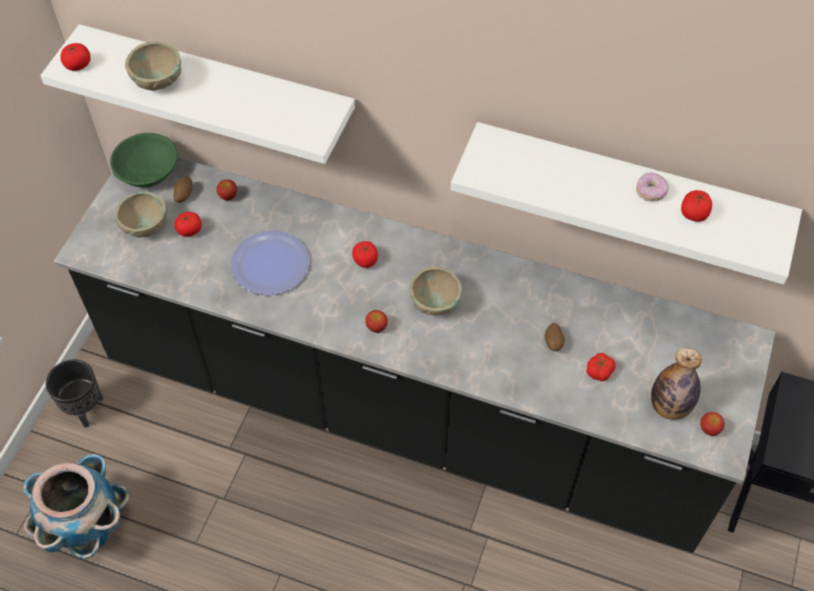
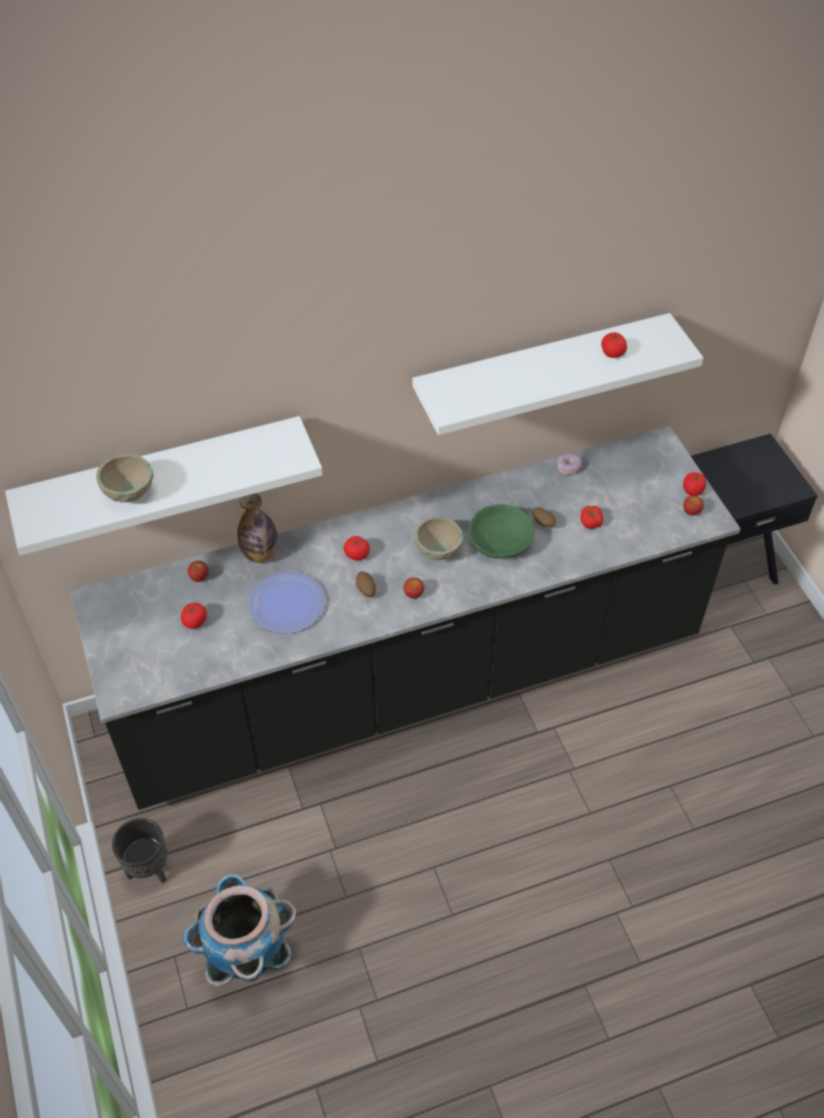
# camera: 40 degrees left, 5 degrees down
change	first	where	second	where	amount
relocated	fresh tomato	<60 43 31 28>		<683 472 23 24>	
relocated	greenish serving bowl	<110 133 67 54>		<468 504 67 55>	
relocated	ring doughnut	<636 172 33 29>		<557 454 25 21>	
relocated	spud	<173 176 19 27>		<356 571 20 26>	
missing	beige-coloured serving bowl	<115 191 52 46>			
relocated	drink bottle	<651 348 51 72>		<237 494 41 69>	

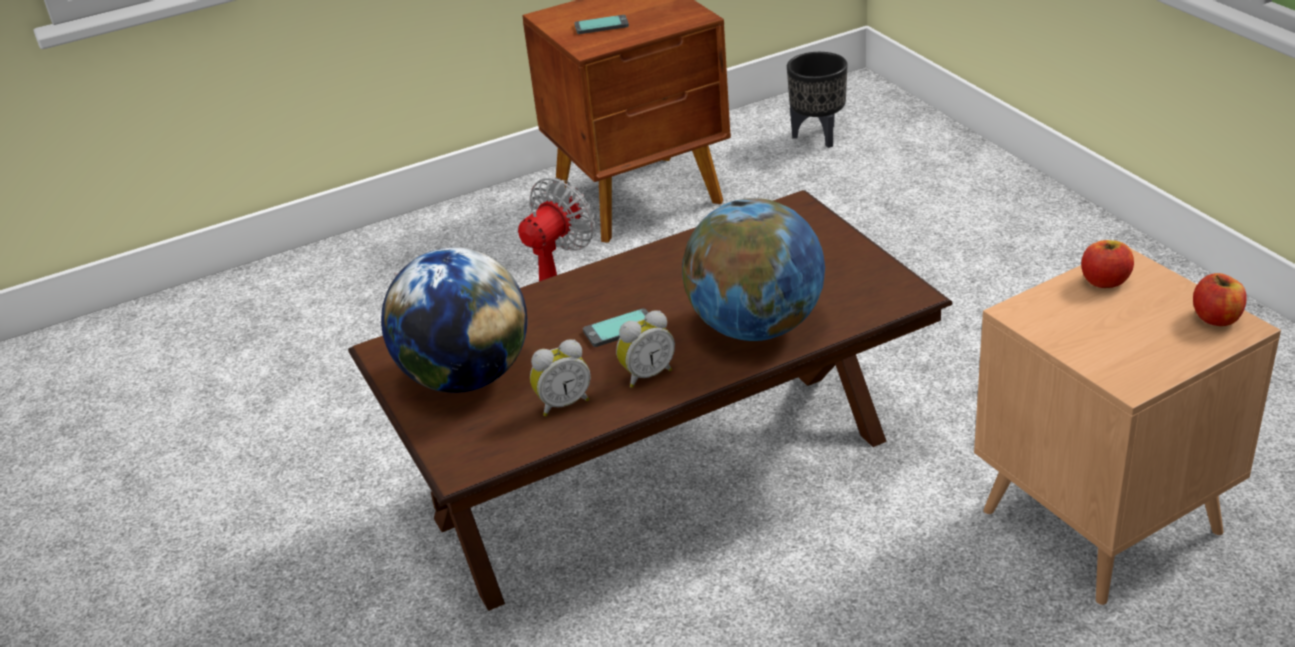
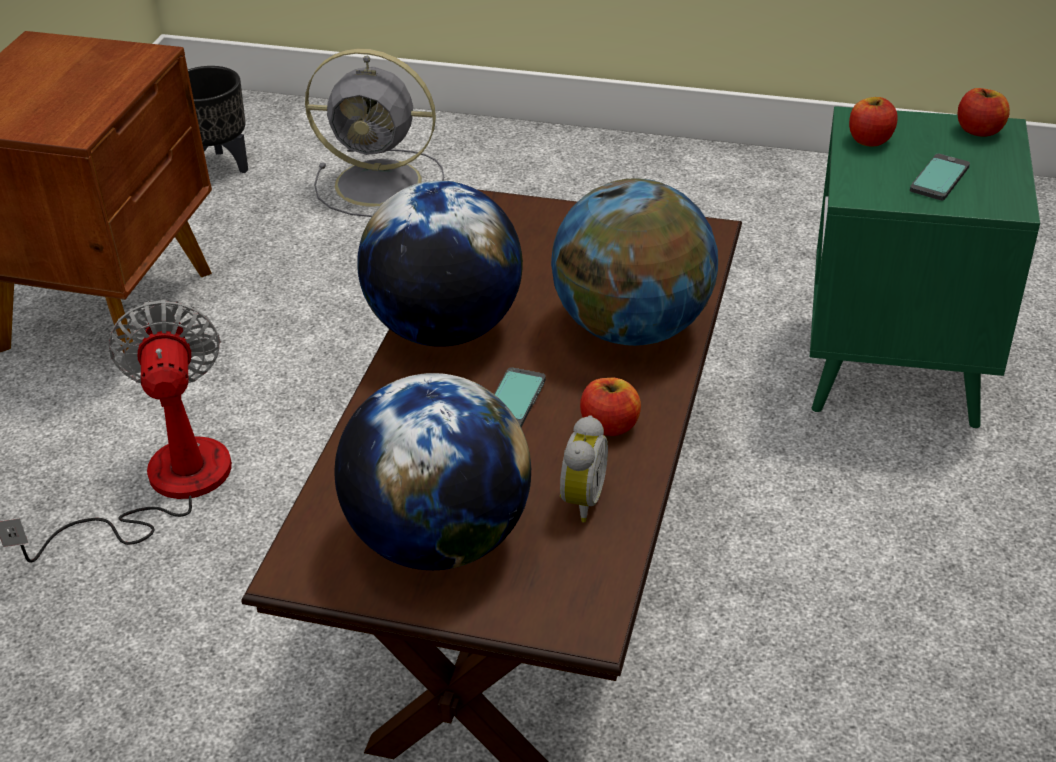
# camera: 50 degrees left, 5 degrees up
change	first	where	second	where	amount
relocated	telephone	<574 15 55 19>		<910 154 60 46>	
colour	brown-coloured end table	<974 248 307 358>	greenish end table	<810 106 230 323>	
exchanged	bedside clock	<616 310 59 78>	apple	<580 378 61 58>	
appeared			greyish cooling fan	<305 49 139 168>	
appeared			world globe	<357 181 166 166>	

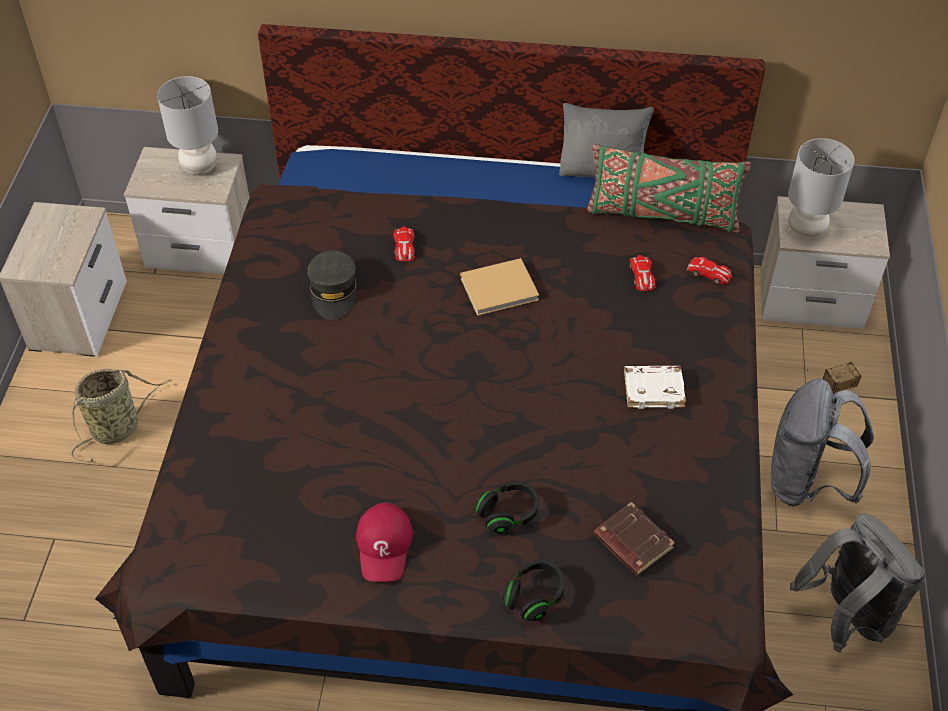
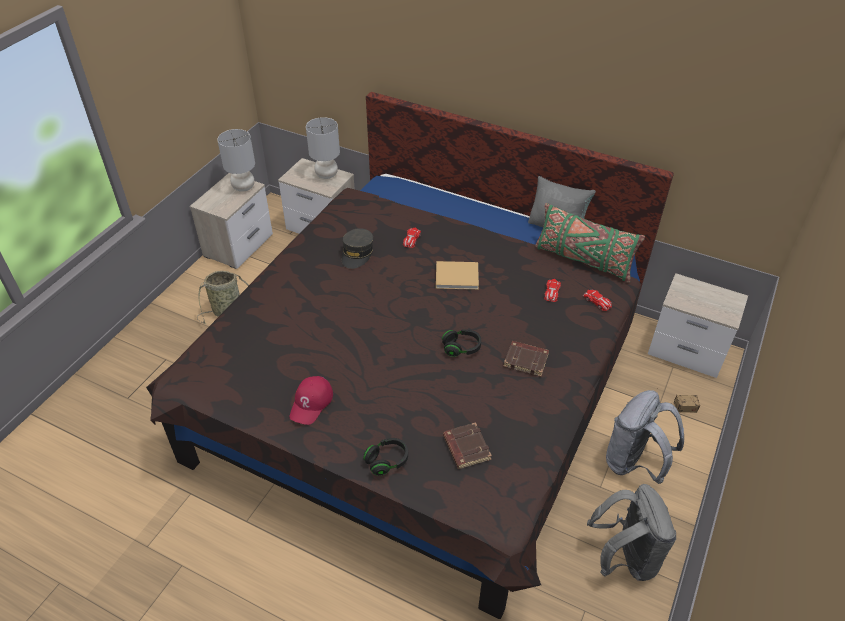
# camera: 20 degrees right, 5 degrees down
change	first	where	second	where	amount
relocated	greyish lamp for a table	<788 138 67 101>		<217 129 38 63>	
colour	white volume	<624 366 62 43>	brown-coloured volume	<503 341 46 36>	
relocated	blackish headset	<476 481 63 53>		<442 329 39 28>	

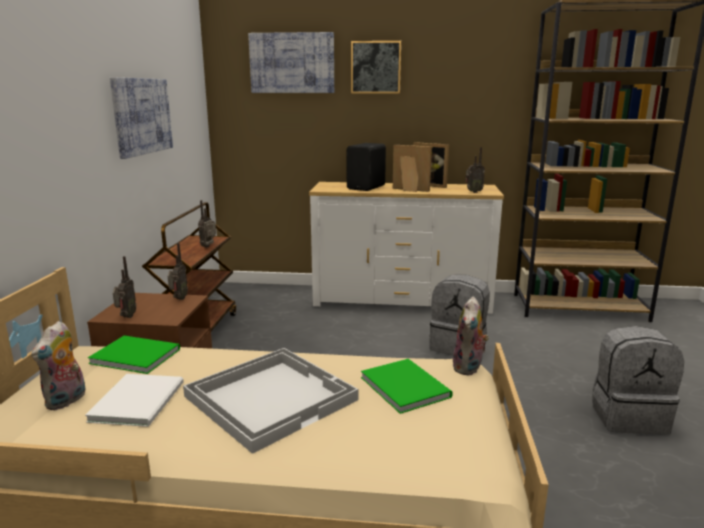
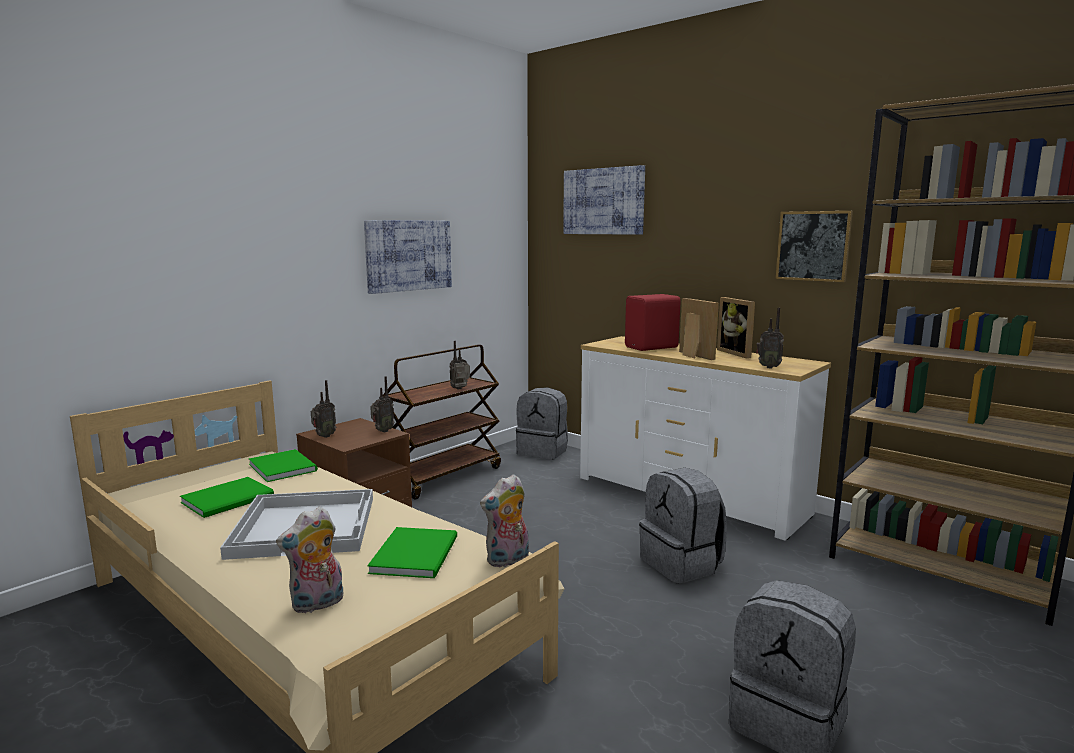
# camera: 35 degrees right, 5 degrees down
change	first	where	second	where	amount
relocated	picture	<351 41 50 53>		<775 211 78 71>	
colour	blackish audio speaker	<347 143 39 48>	red audio speaker	<625 294 56 57>	
relocated	plush toy	<31 321 55 89>		<276 506 67 107>	
colour	white volume	<85 374 99 53>	greenish volume	<180 477 94 41>	
appeared			greyish knapsack	<516 387 52 73>	

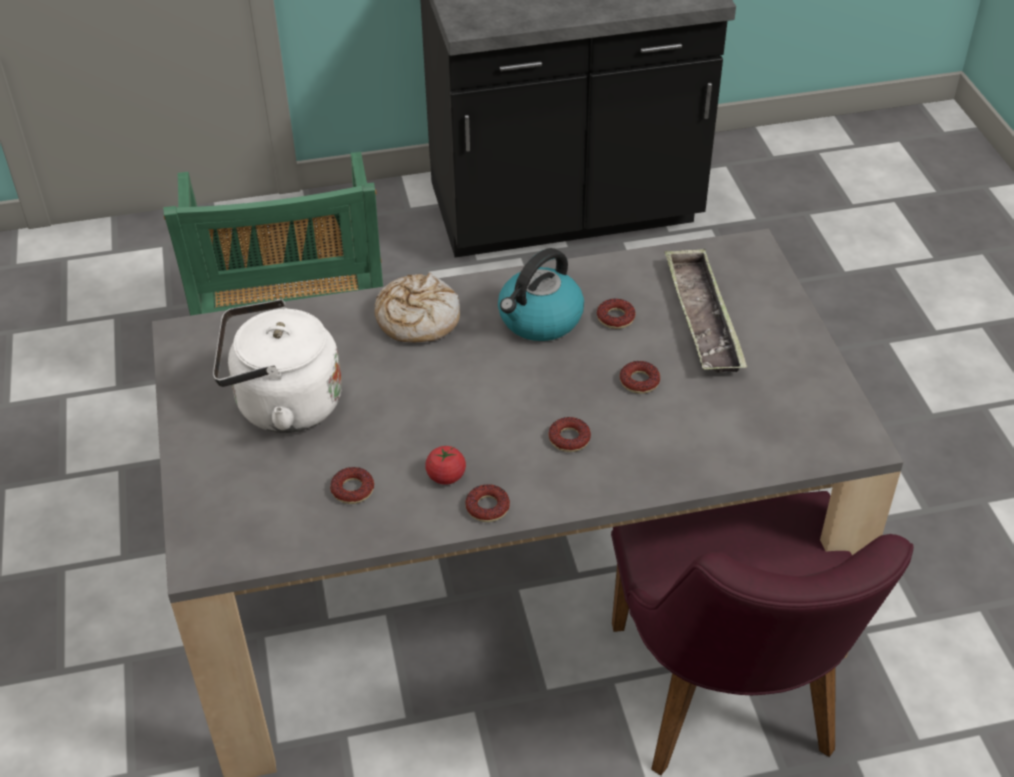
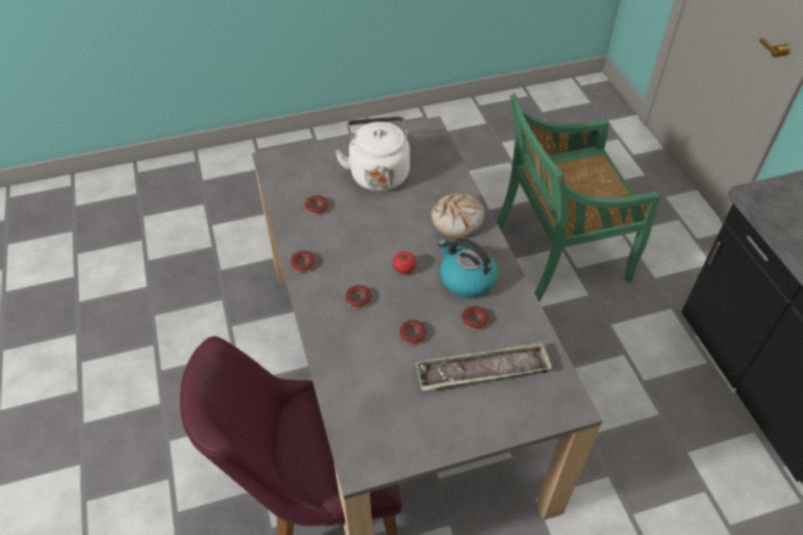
# camera: 85 degrees right, 5 degrees up
change	first	where	second	where	amount
relocated	fresh tomato	<425 446 41 39>		<393 251 23 23>	

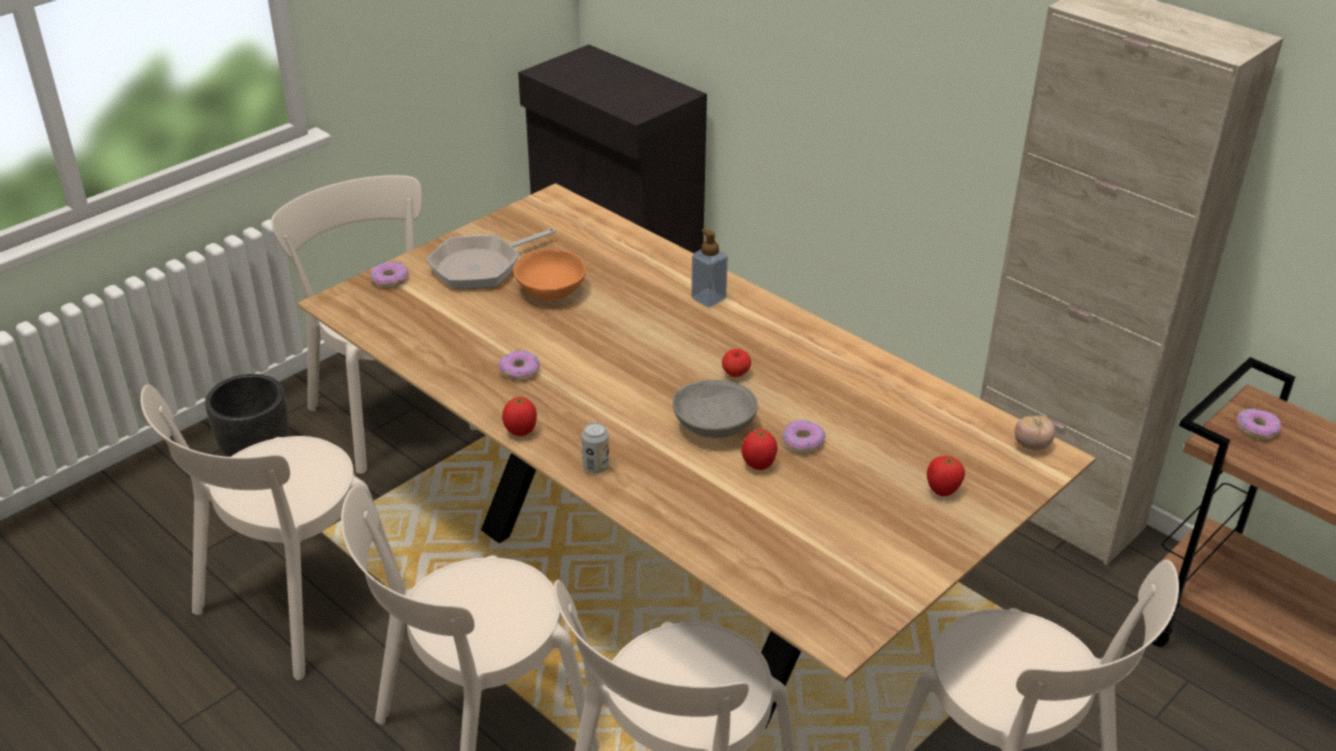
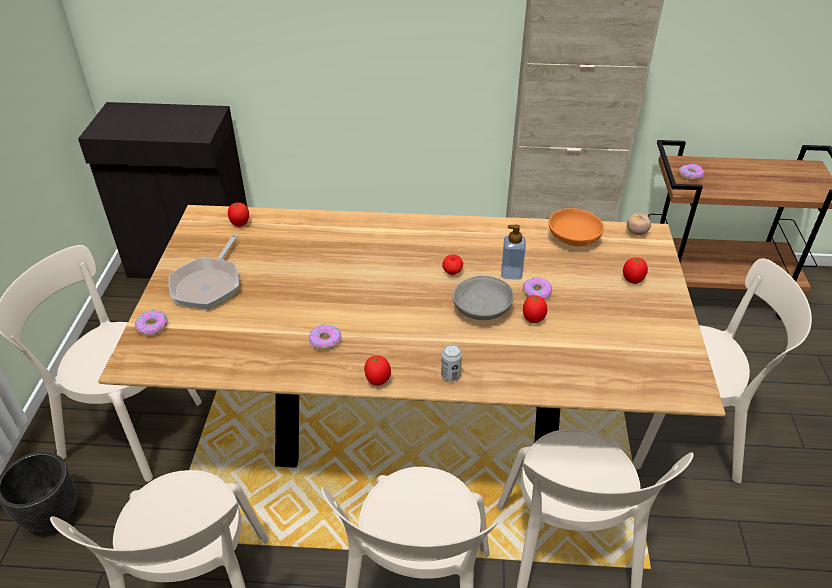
# camera: 40 degrees left, 5 degrees up
change	first	where	second	where	amount
relocated	soap bottle	<691 229 37 79>		<501 224 25 56>	
relocated	orange-coloured serving bowl	<513 249 73 51>		<549 208 55 38>	
appeared			fresh tomato	<228 202 21 25>	

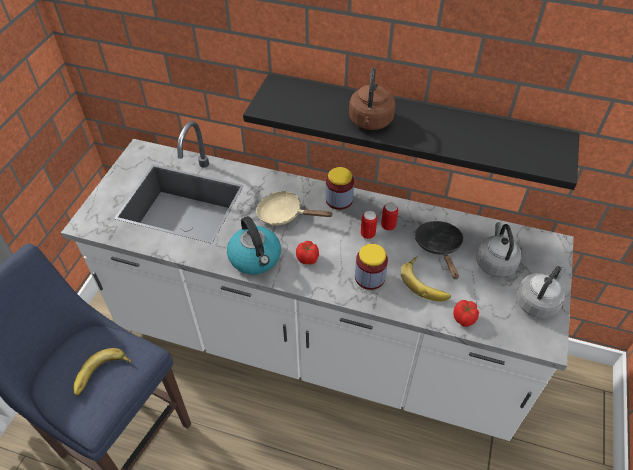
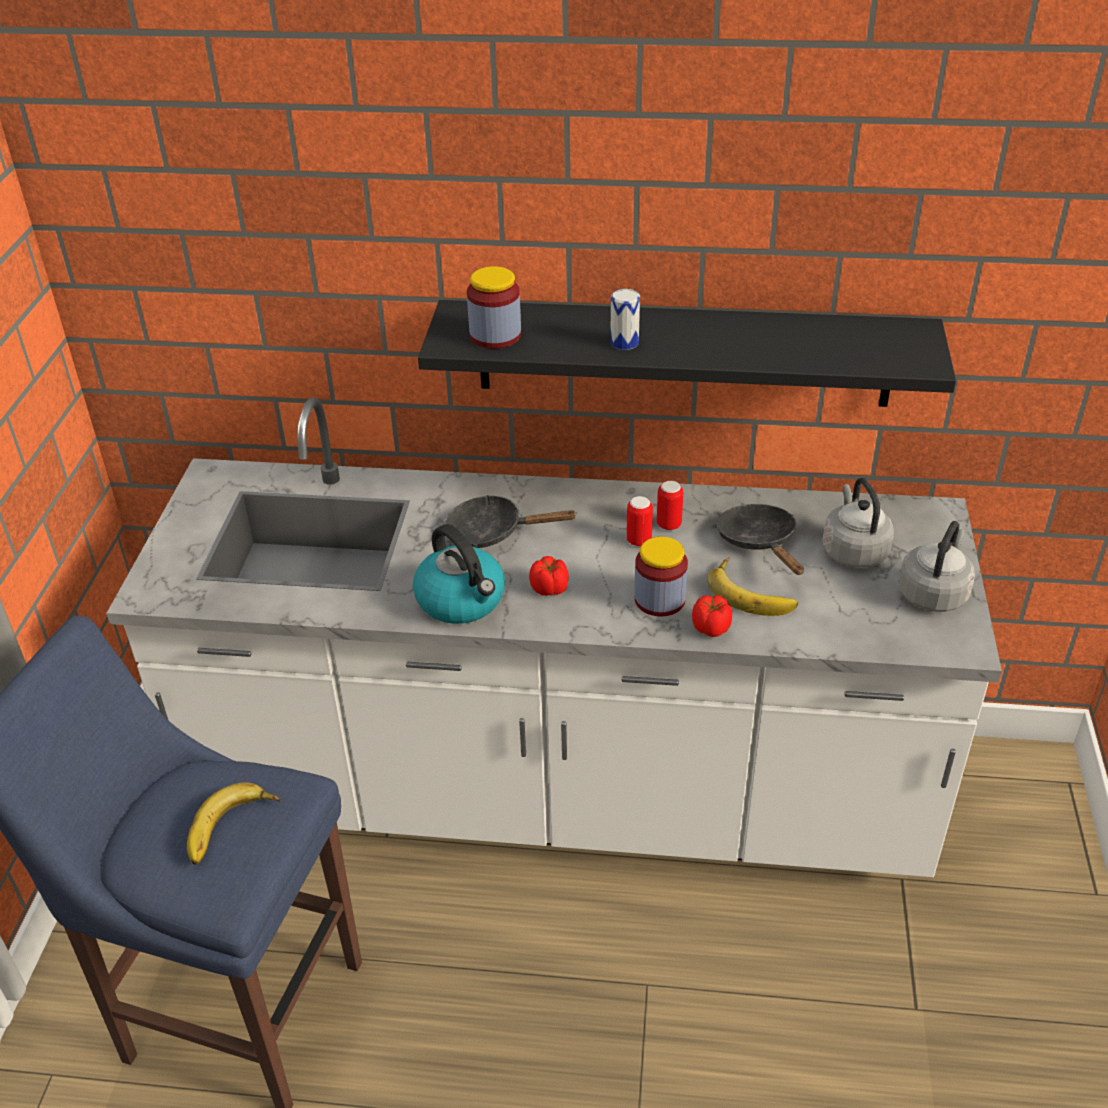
# camera: 10 degrees left, 10 degrees down
change	first	where	second	where	amount
exchanged	brown-coloured tea kettle	<349 68 47 62>	sealed can	<610 289 30 61>	
relocated	preserve jar	<326 167 28 43>		<467 266 54 83>	
colour	beige-coloured frying pan	<256 191 76 34>	blackish frying pan	<443 495 134 53>	
relocated	fresh tomato	<453 300 26 27>		<692 595 40 42>	

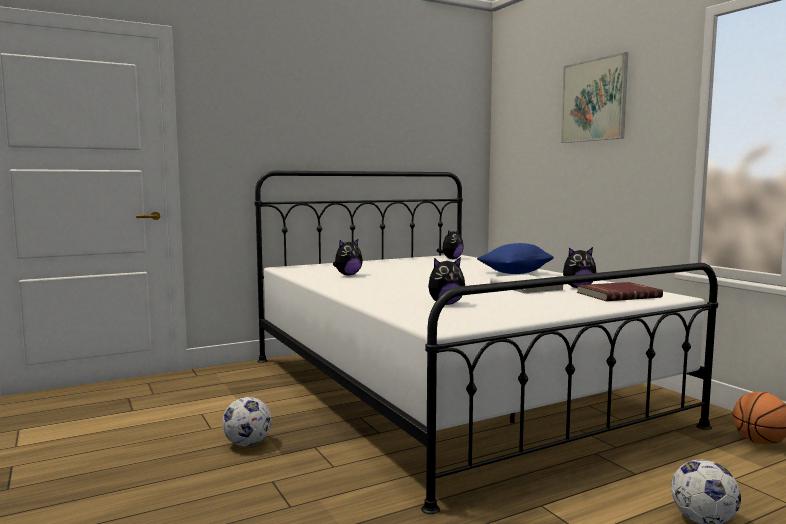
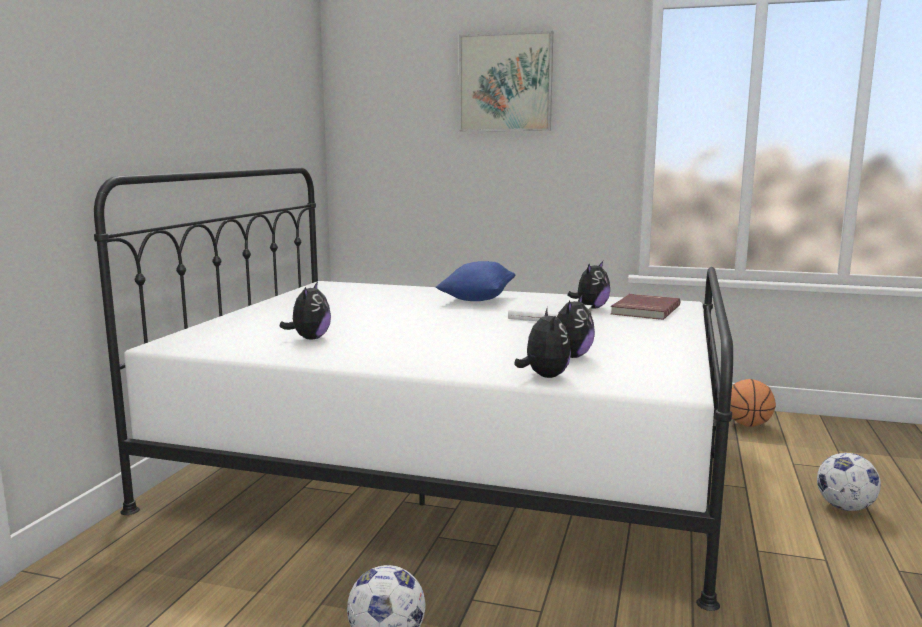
# camera: 45 degrees left, 5 degrees up
change	first	where	second	where	amount
relocated	plush toy	<437 229 27 30>		<515 307 56 71>	

